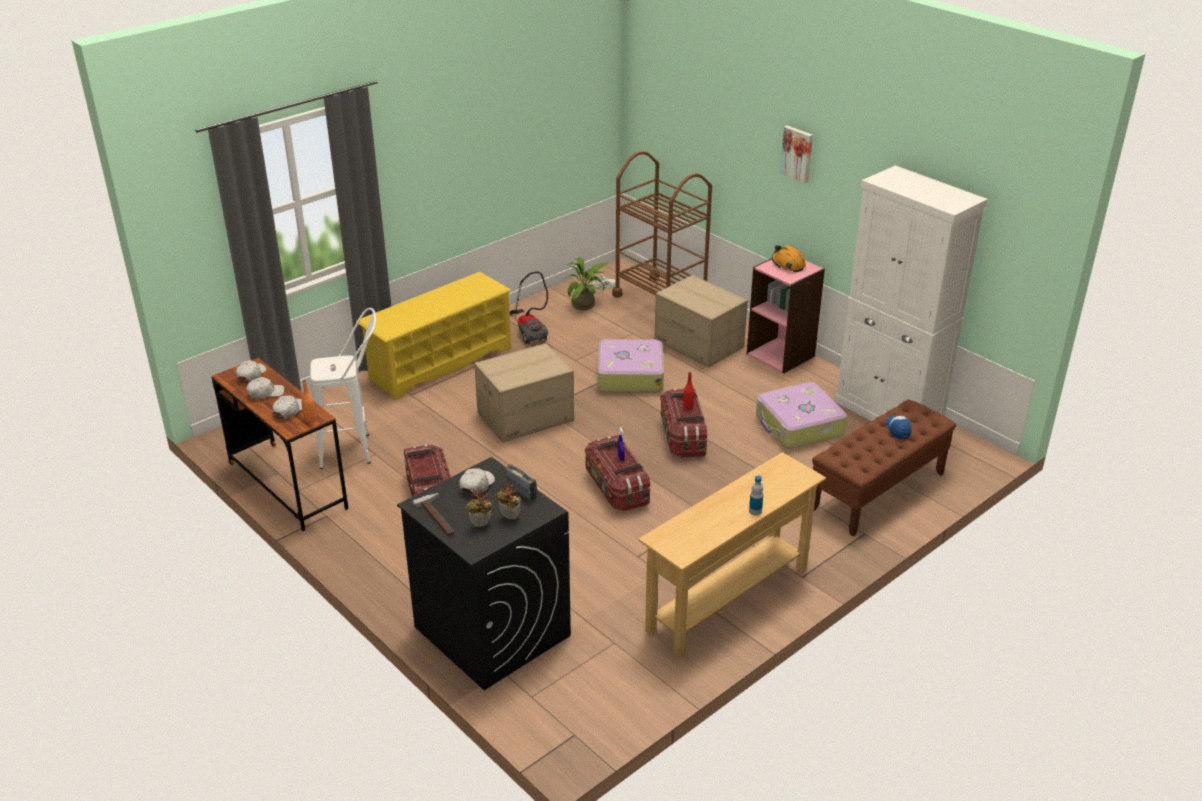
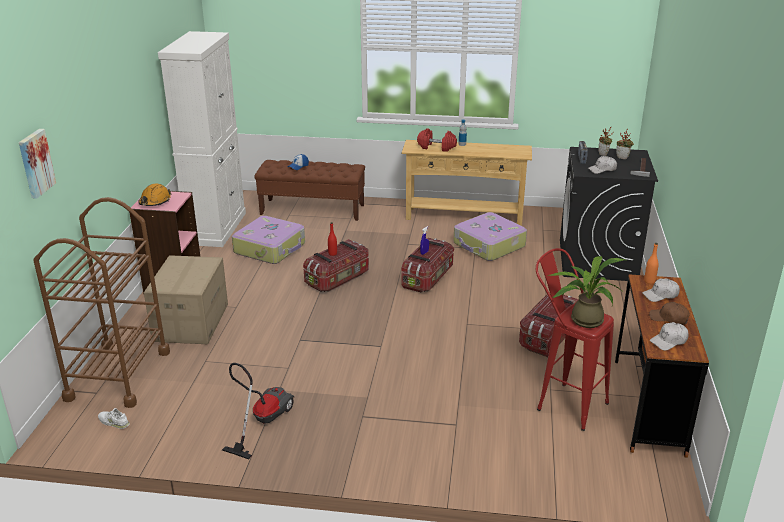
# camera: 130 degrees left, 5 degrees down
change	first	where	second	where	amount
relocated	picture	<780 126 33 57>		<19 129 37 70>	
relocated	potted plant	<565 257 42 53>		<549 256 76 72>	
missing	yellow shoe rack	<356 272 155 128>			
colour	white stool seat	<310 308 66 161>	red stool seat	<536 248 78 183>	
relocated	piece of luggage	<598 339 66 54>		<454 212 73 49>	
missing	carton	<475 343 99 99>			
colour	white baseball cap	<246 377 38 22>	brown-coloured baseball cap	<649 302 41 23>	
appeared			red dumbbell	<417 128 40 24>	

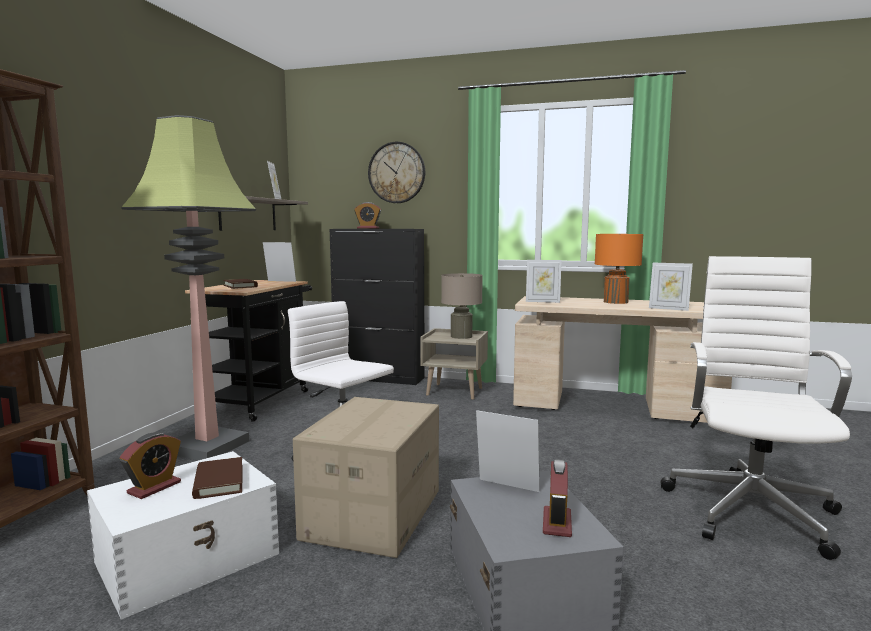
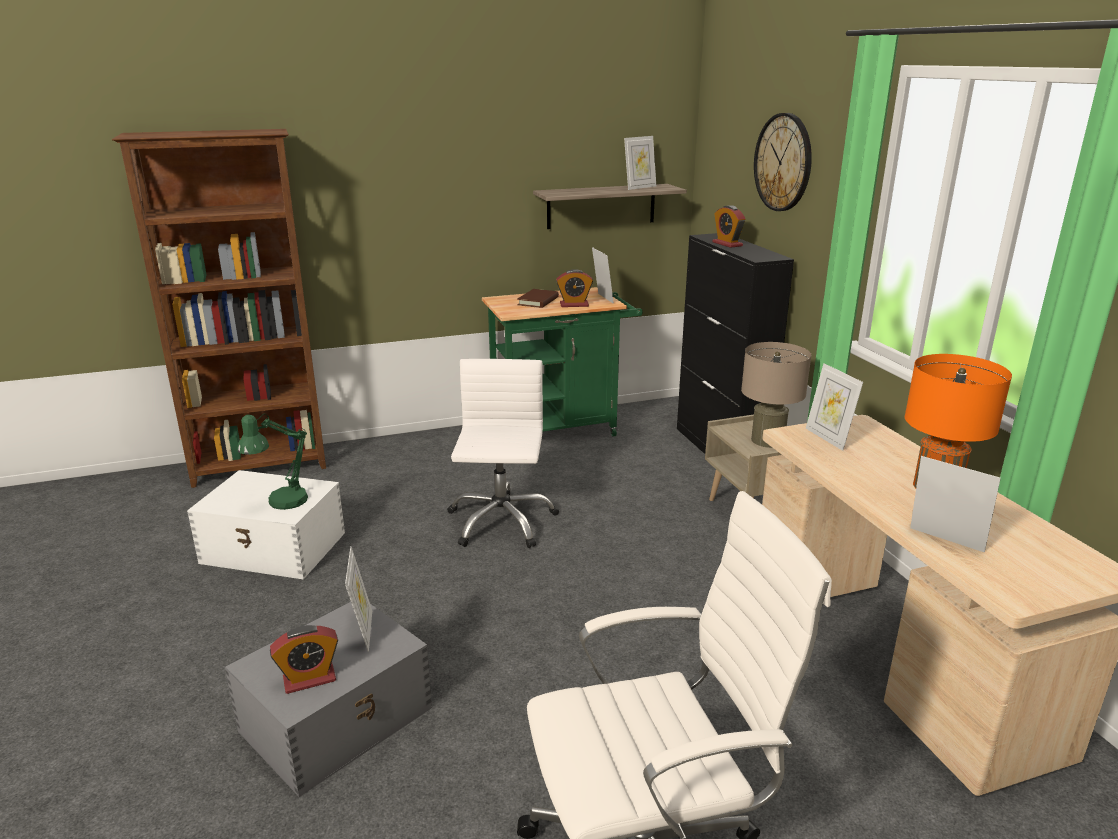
# camera: 55 degrees right, 15 degrees up
change	first	where	second	where	amount
missing	standing lamp	<121 115 135 345>			
spun	standing frame	<649 263 44 48>		<910 456 91 97>	135 degrees clockwise
colour	blackish wheeled cart	<185 280 127 142>	greenish wheeled cart	<482 287 161 149>	
missing	carton	<293 397 146 161>			
relocated	bedside clock	<120 432 61 67>		<556 269 37 38>	
exchanged	brown-coloured volume	<192 457 51 42>	greenish lamp for a table	<237 414 71 96>	

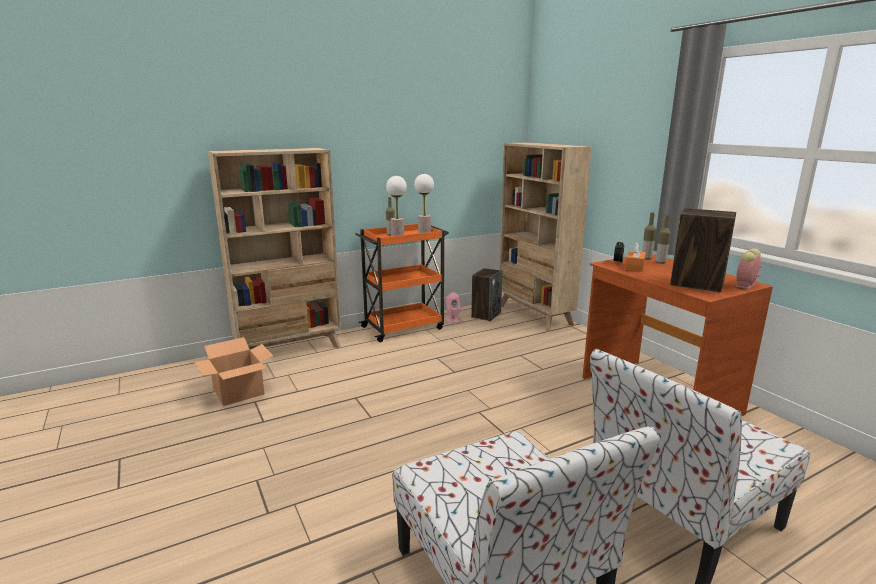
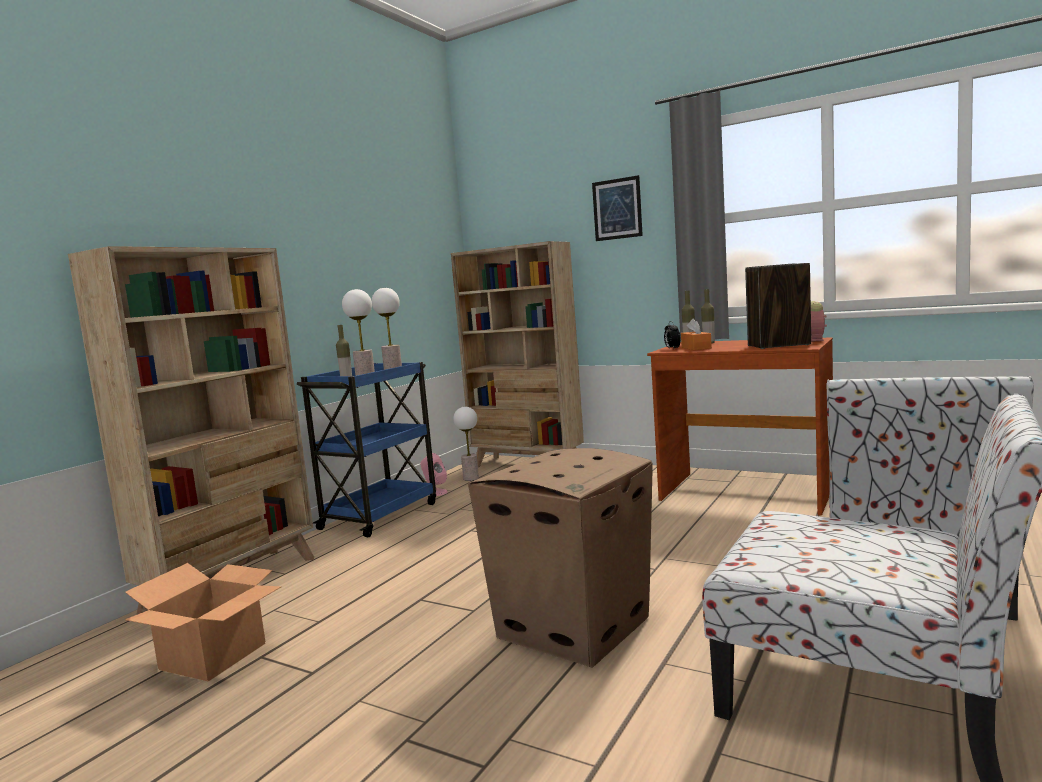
# camera: 30 degrees left, 10 degrees down
change	first	where	second	where	amount
colour	orange-coloured wheeled cart	<355 224 94 118>	blue-coloured wheeled cart	<297 362 139 175>	
exchanged	audio speaker	<471 268 32 53>	lamp for a table	<453 407 26 74>	
appeared			picture	<592 175 51 66>	
appeared			carton	<468 448 185 220>	

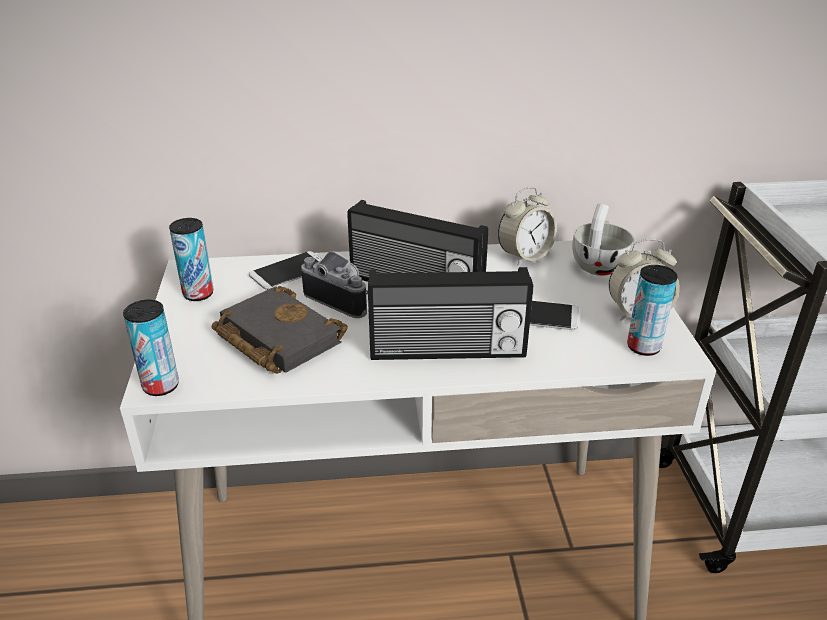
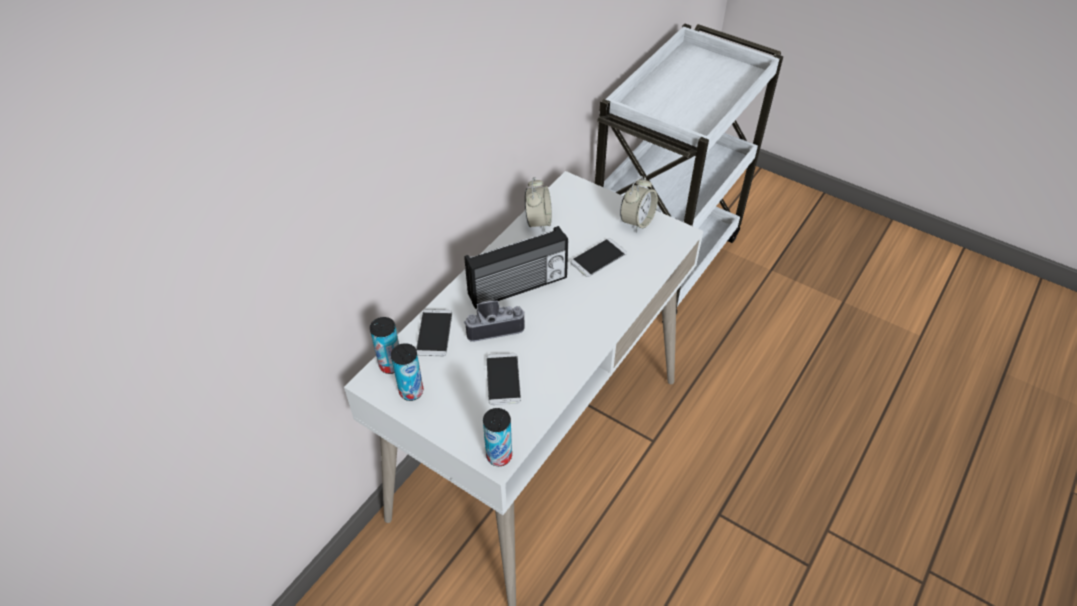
# camera: 50 degrees left, 15 degrees up
change	first	where	second	where	amount
missing	white cup	<572 204 62 72>			
relocated	sealed can	<627 265 51 91>		<370 317 29 57>	
missing	radio	<368 267 165 93>			
exchanged	blackish volume	<212 286 136 88>	telephone	<486 353 35 52>	

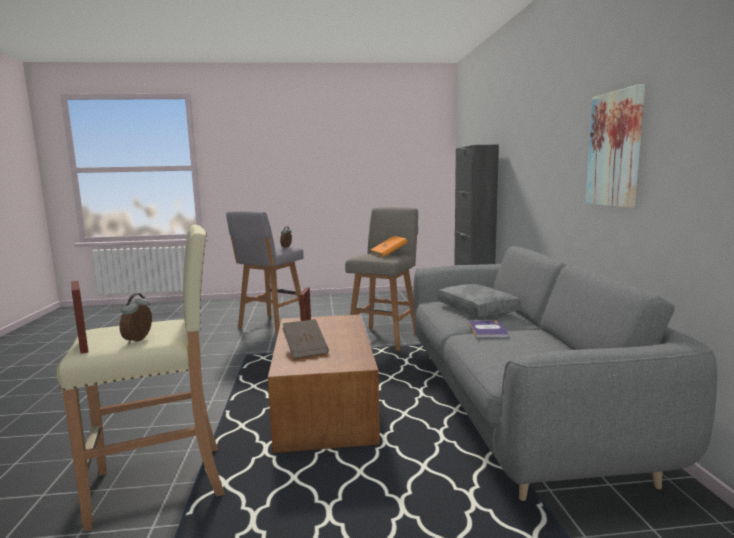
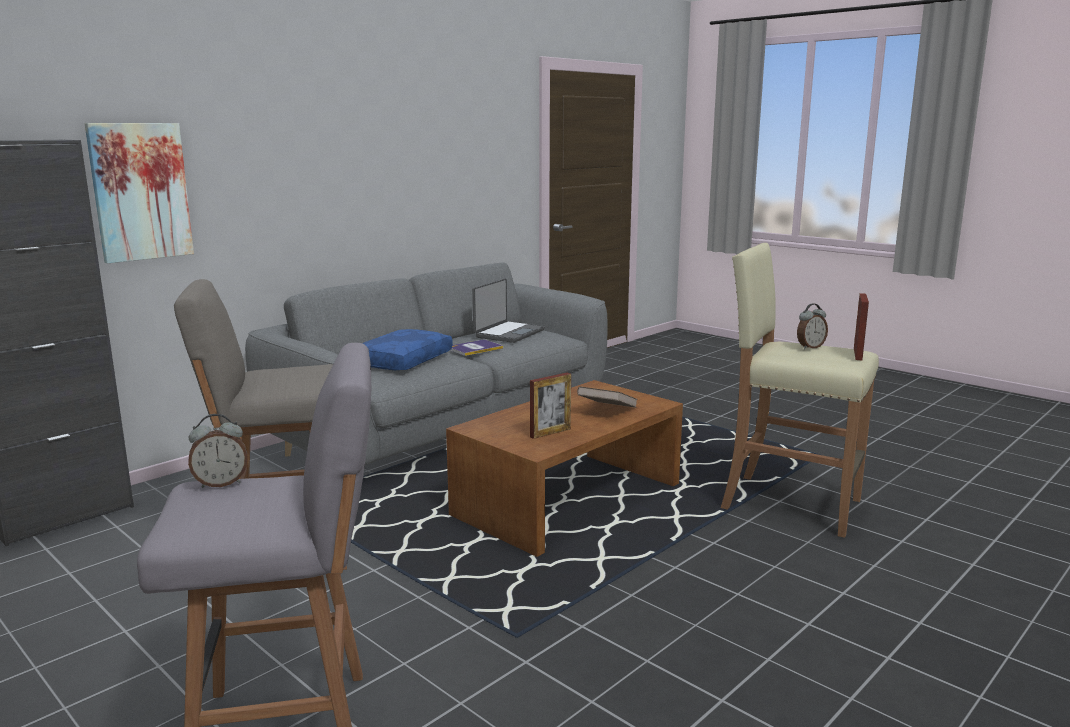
# camera: 130 degrees left, 5 degrees up
change	first	where	second	where	amount
relocated	picture	<586 84 59 124>		<85 123 109 140>	
missing	orange-coloured volume	<371 236 37 21>			
colour	greyish throw pillow	<437 284 84 33>	blue-coloured throw pillow	<363 329 90 41>	
appeared			notebook computer	<472 278 73 65>	

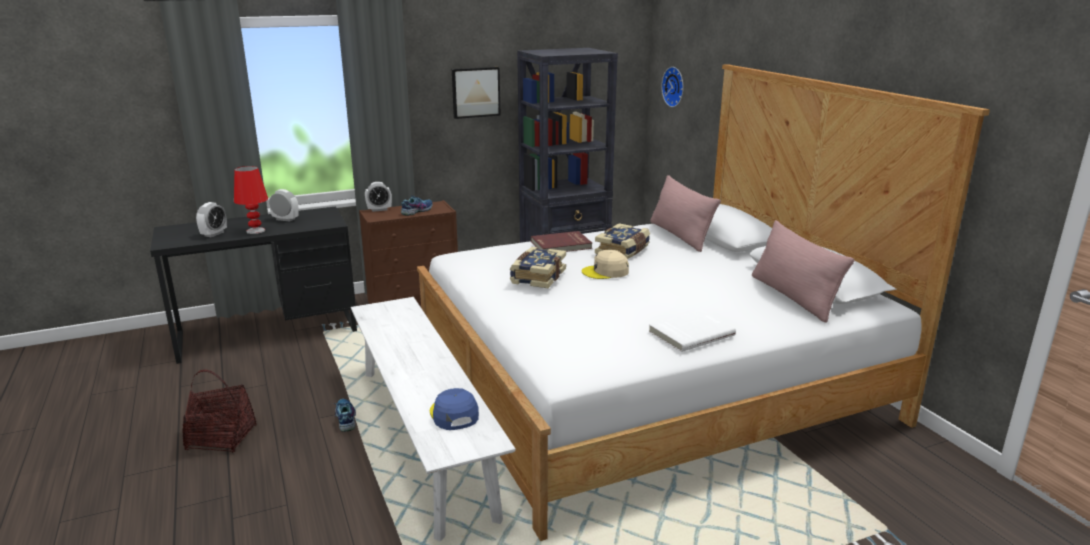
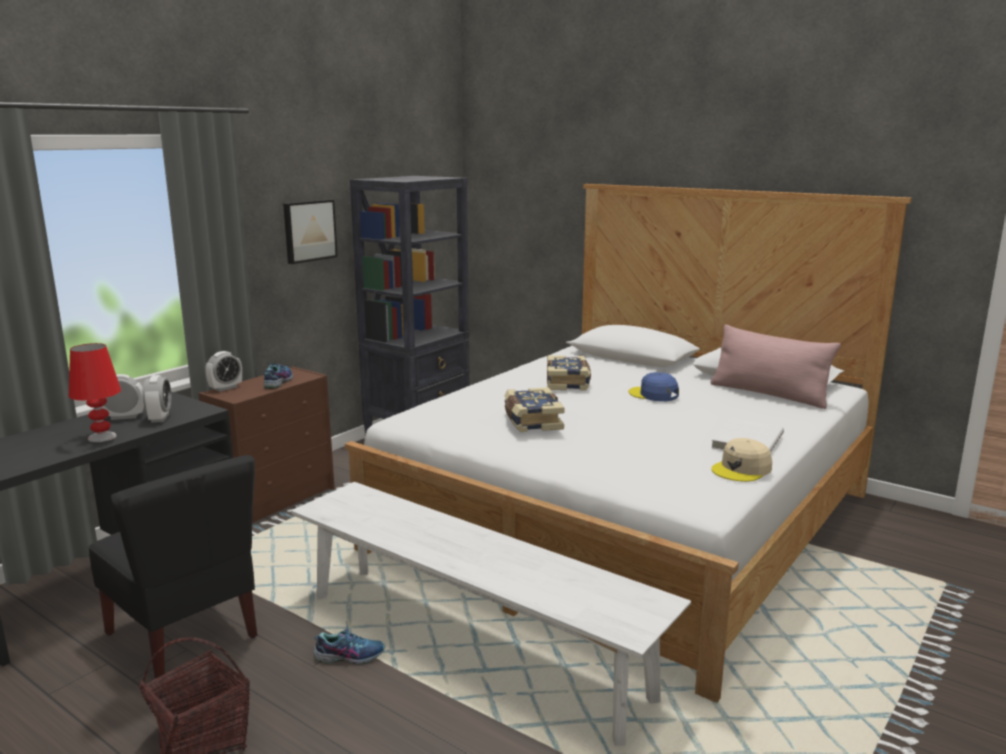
# camera: 30 degrees left, 5 degrees down
change	first	where	second	where	amount
missing	clock on the wall	<661 67 23 40>			
missing	pink throw pillow	<650 175 71 77>			
relocated	bedside clock	<196 202 31 35>		<142 375 29 48>	
missing	red volume	<531 231 61 21>			
relocated	beige-coloured baseball cap	<582 250 47 29>		<711 438 61 44>	
relocated	blue-coloured baseball cap	<430 388 49 42>		<629 372 50 29>	
spun	item of footwear	<335 399 21 33>		<313 625 72 40>	135 degrees clockwise
appeared			blackish chair	<88 455 169 224>	

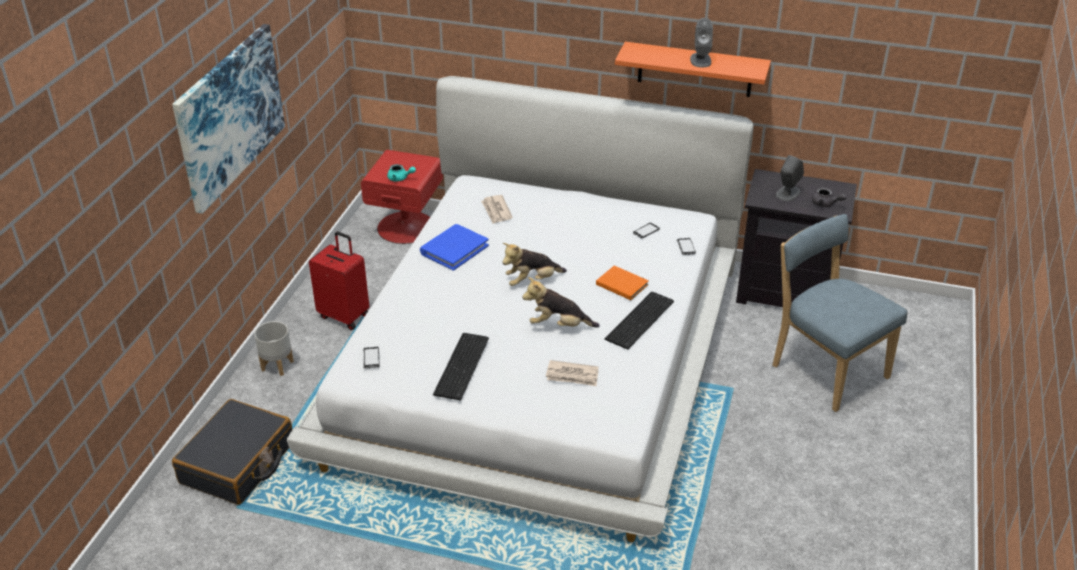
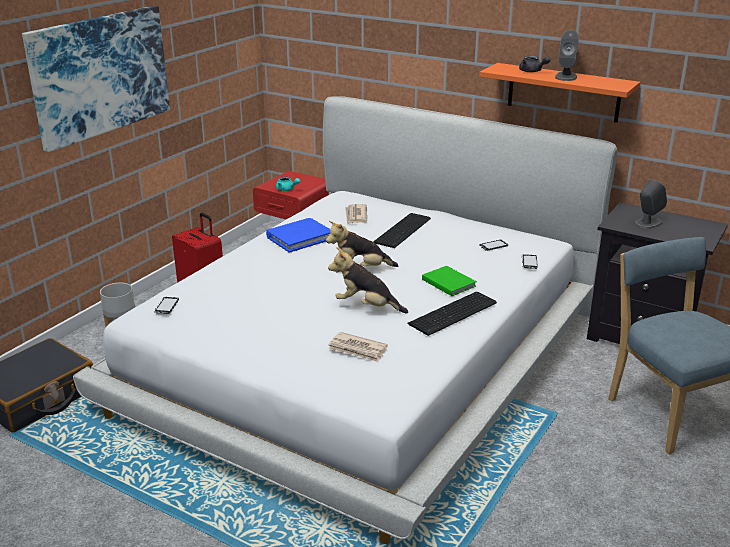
# camera: 15 degrees right, 10 degrees down
change	first	where	second	where	amount
relocated	greyish tea pot	<812 188 35 19>		<519 56 31 16>	
colour	orange-coloured volume	<596 266 53 34>	greenish volume	<422 266 55 30>	
relocated	computer keyboard	<433 333 56 68>		<373 213 58 35>	

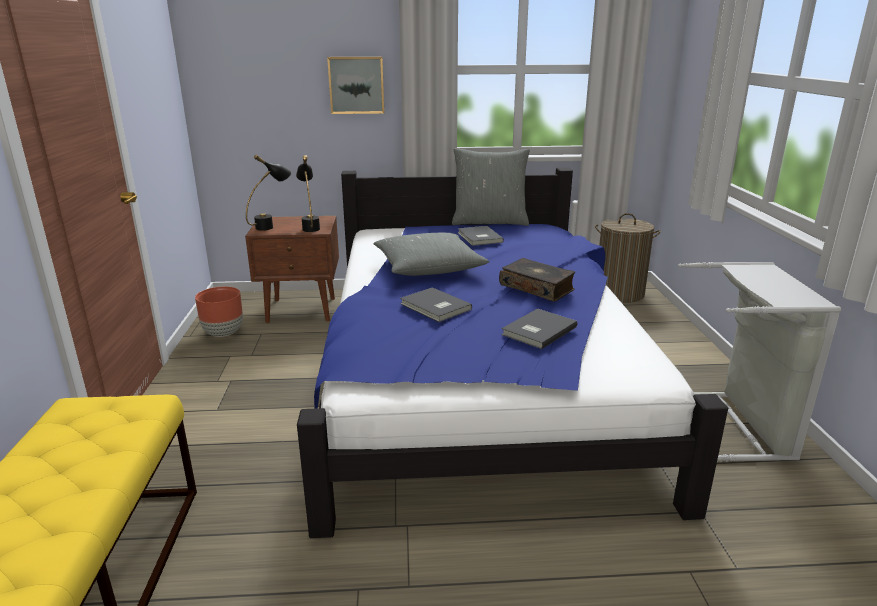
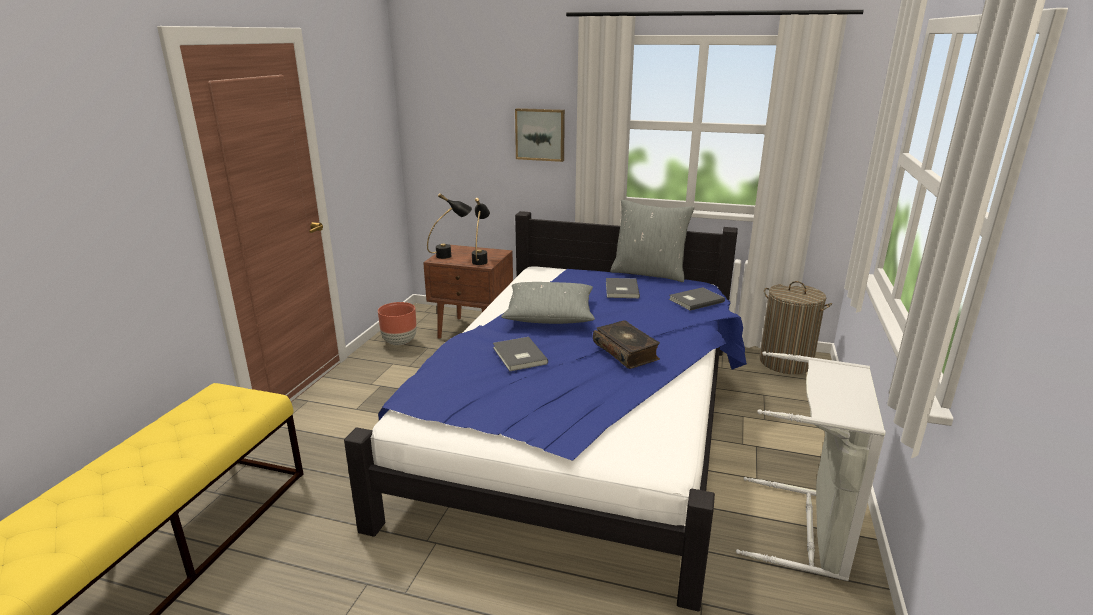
# camera: 20 degrees right, 0 degrees up
change	first	where	second	where	amount
relocated	greyish volume	<501 308 76 41>		<669 287 56 24>	

